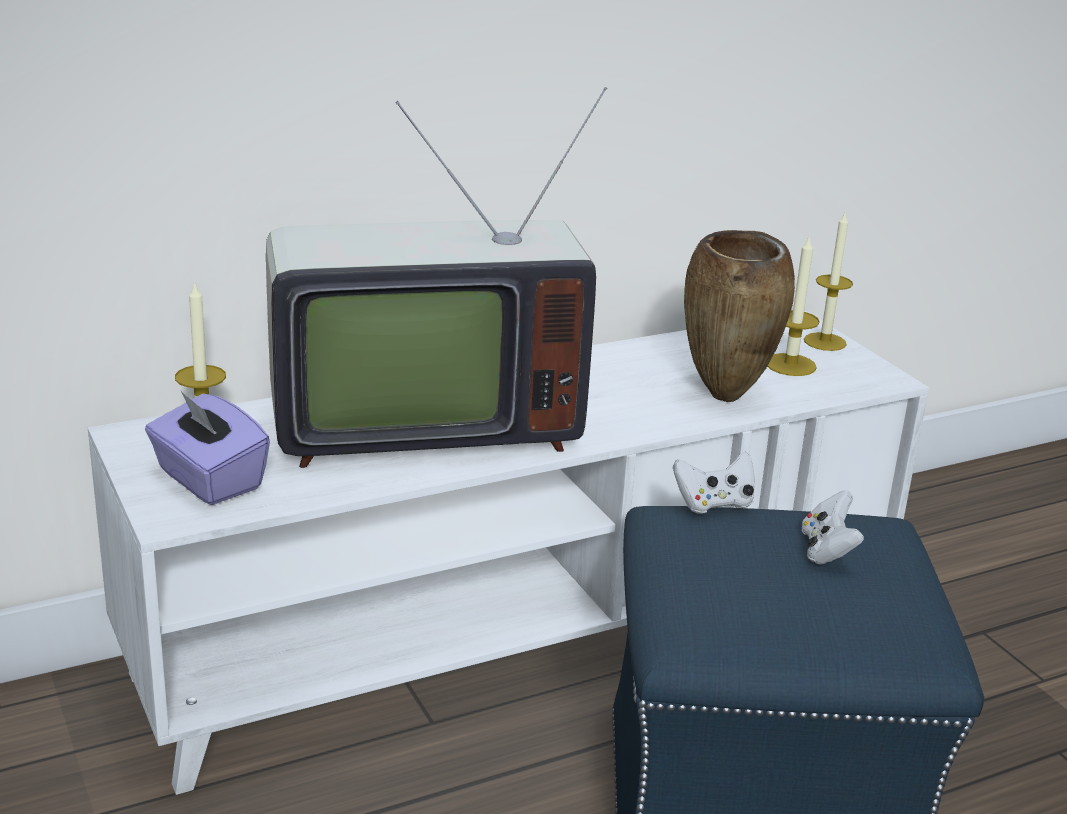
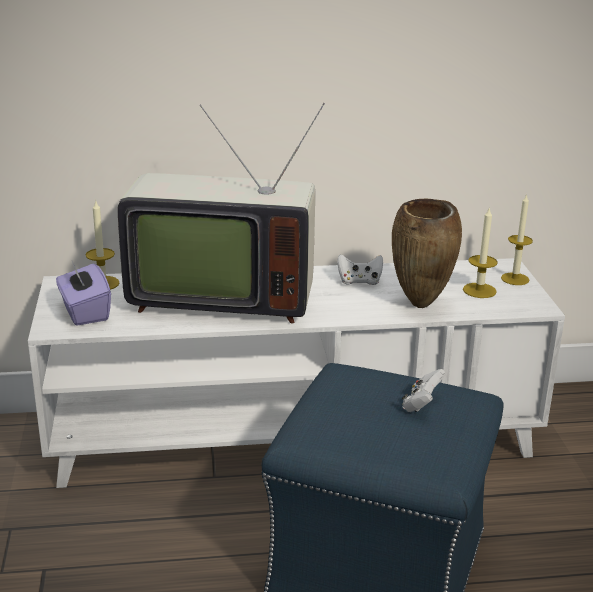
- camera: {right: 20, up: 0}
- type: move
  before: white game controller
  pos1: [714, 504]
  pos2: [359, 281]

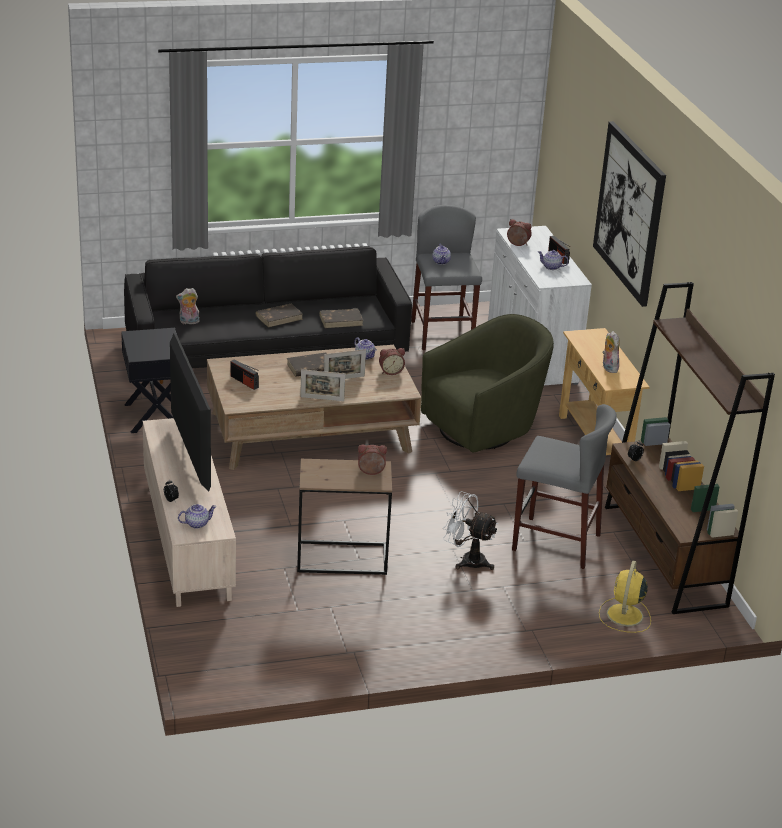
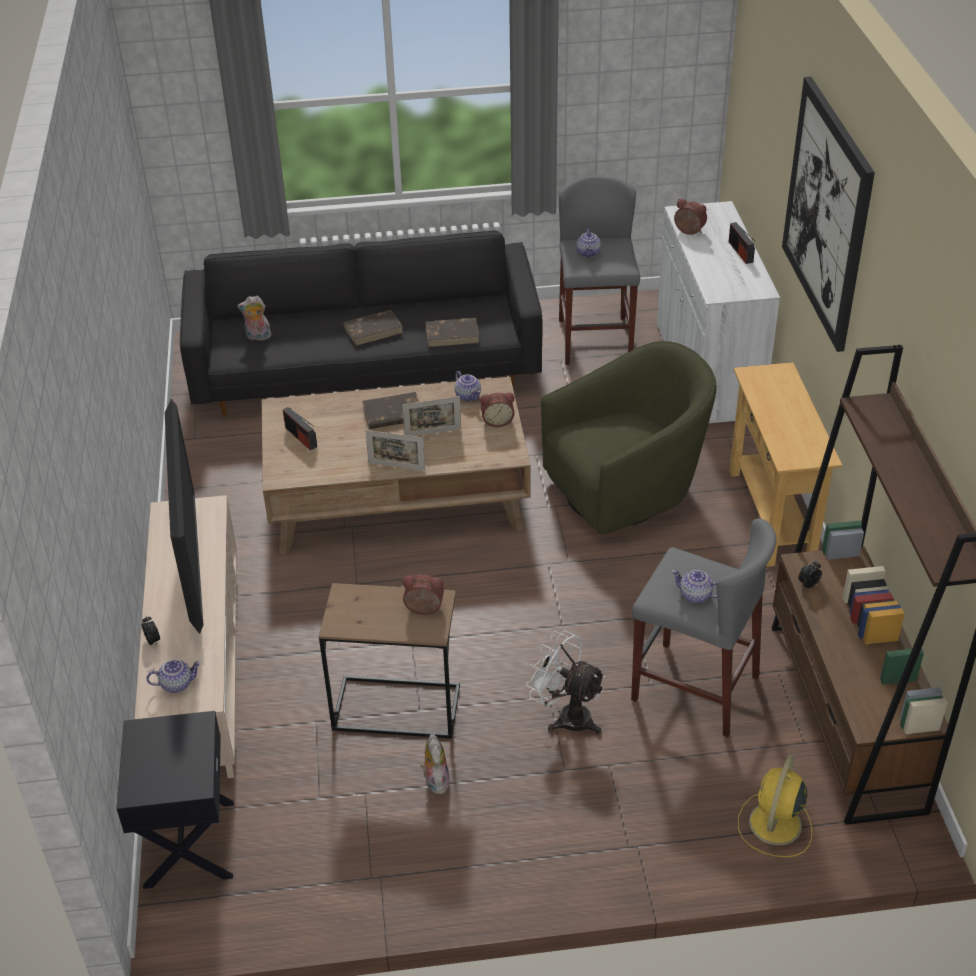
- camera: {right: 10, up: 10}
- type: move
  before: teapot
  pos1: [552, 267]
  pos2: [695, 595]
- type: move
  before: black nightstand
  pos1: [153, 416]
  pos2: [187, 844]
- type: move
  before: plush toy
  pos1: [608, 368]
  pos2: [435, 780]

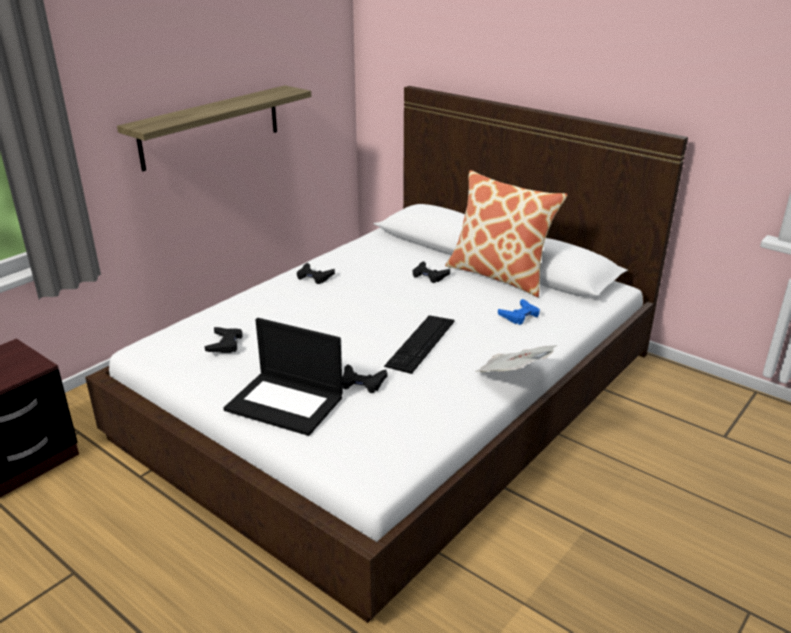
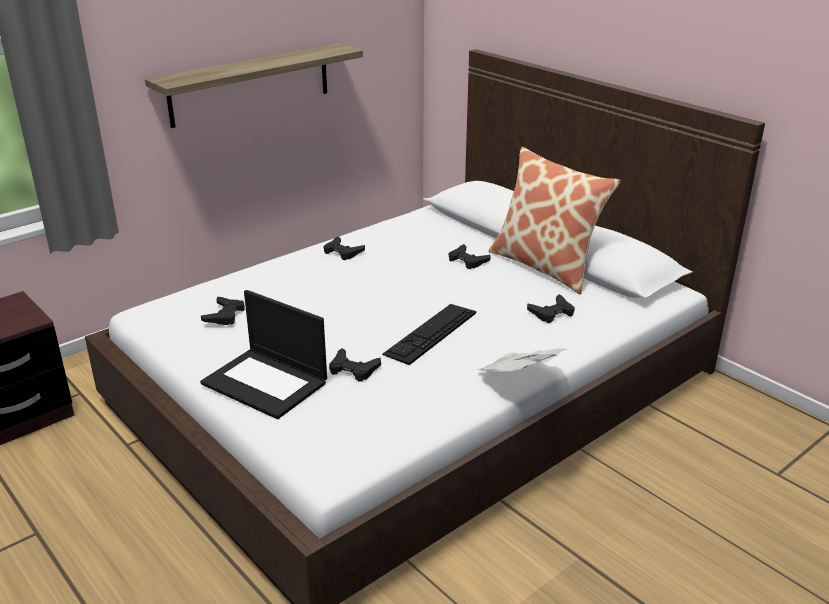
- camera: {right: 10, up: 0}
- type: recolor
  before: blue game controller
  after: black game controller
  pos1: [519, 315]
  pos2: [552, 313]

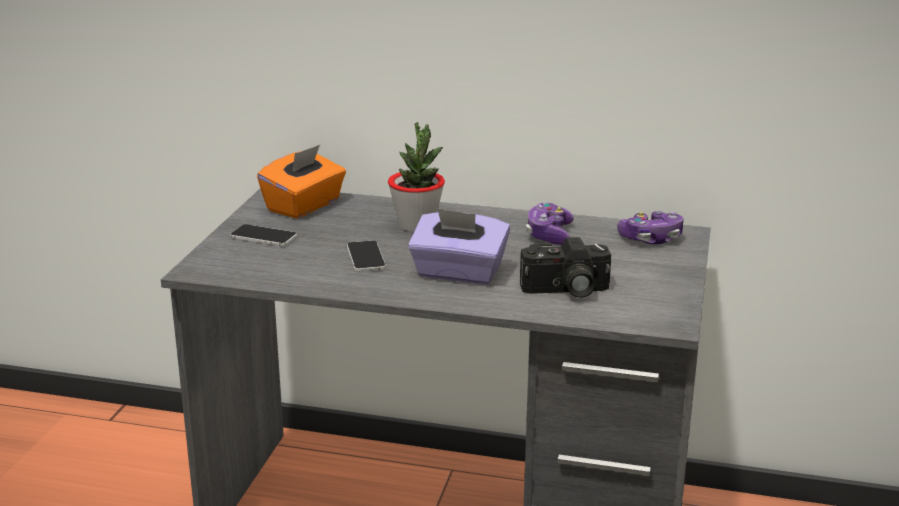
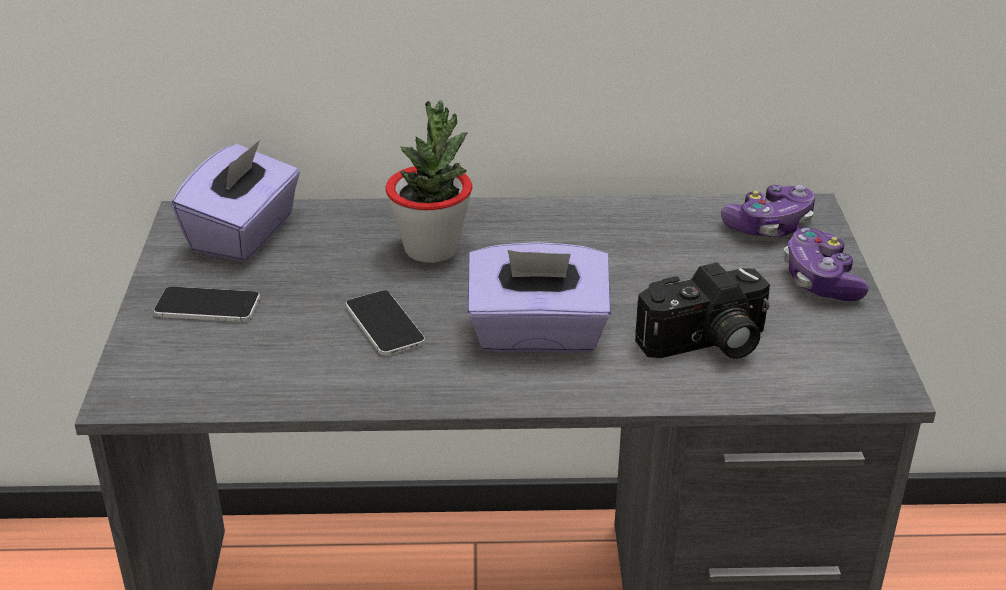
- camera: {right: -15, up: 10}
- type: recolor
  before: orange tissue box
  after: purple tissue box
  pos1: [304, 206]
  pos2: [244, 234]
- type: move
  before: game controller
  pos1: [549, 235]
  pos2: [820, 280]

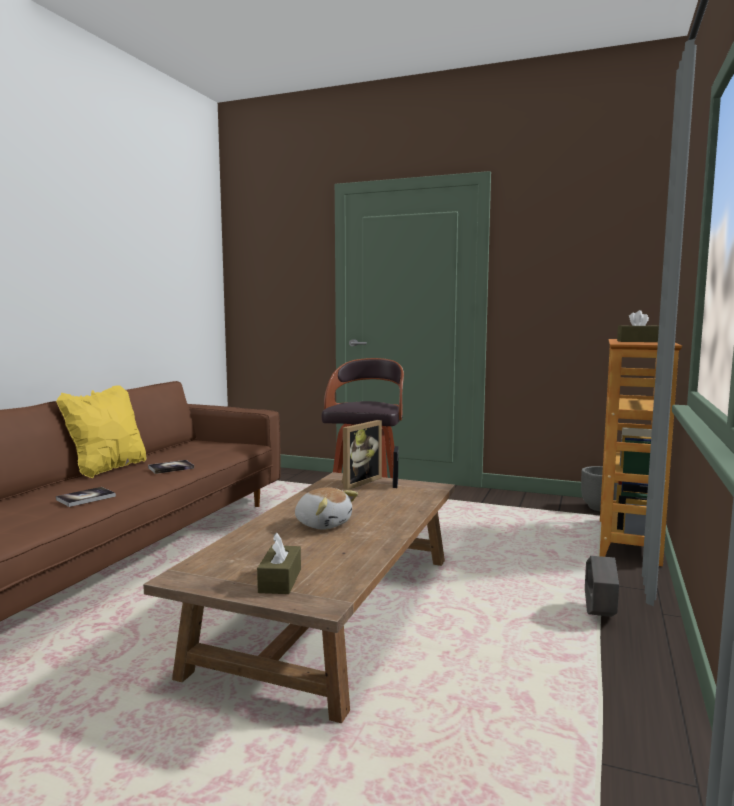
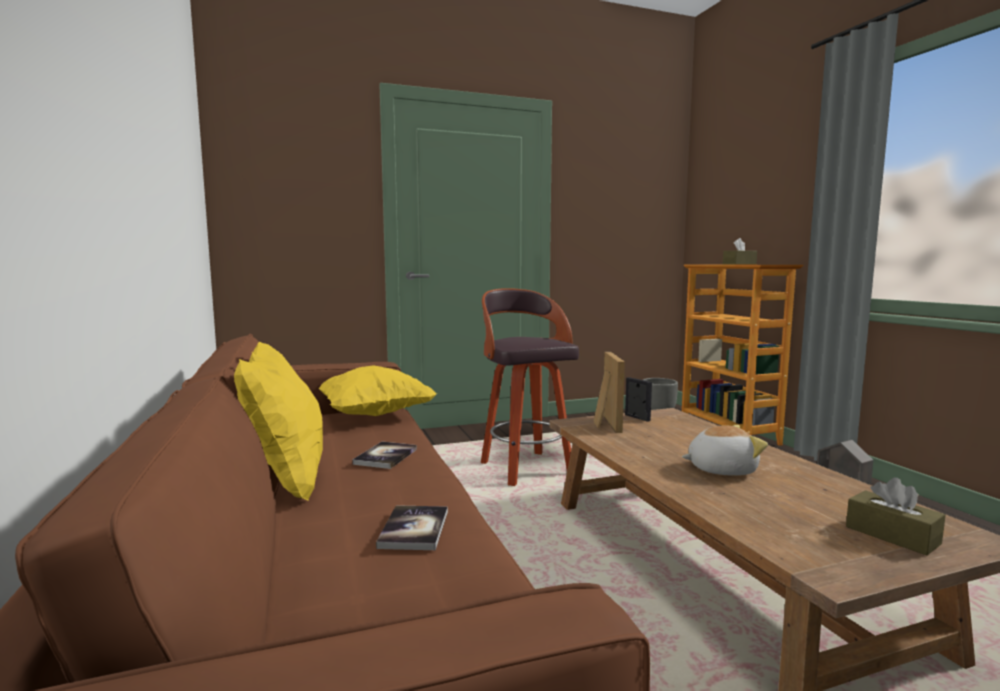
- camera: {right: -40, up: 0}
- type: insert
  after: yellow pillow
  pos2: [375, 415]

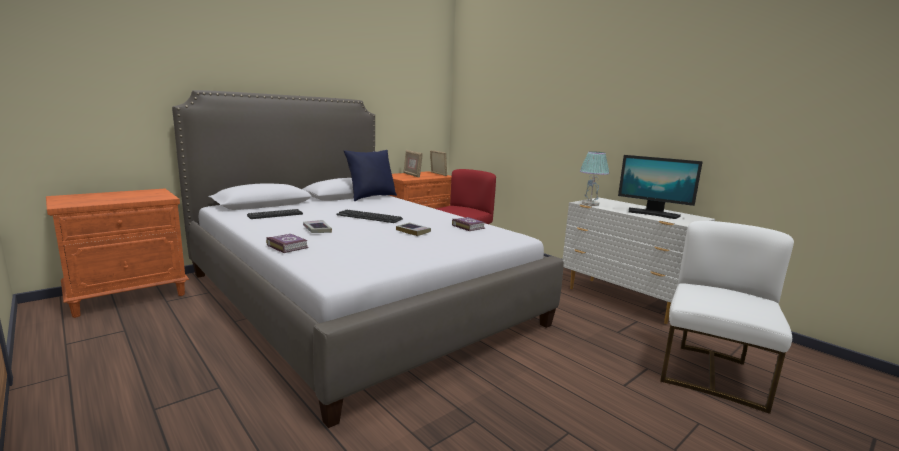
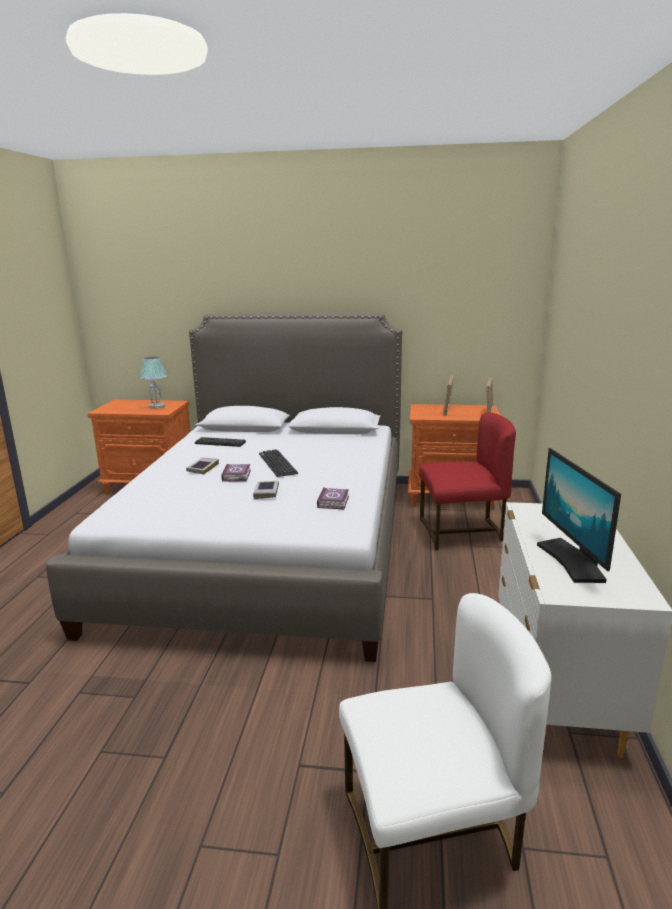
- camera: {right: 50, up: 5}
- type: delete
  before: blue pillow
  pos1: [371, 197]
- type: move
  before: table lamp
  pos1: [590, 204]
  pos2: [157, 406]
- type: move
  before: book
  pos1: [287, 246]
  pos2: [237, 475]

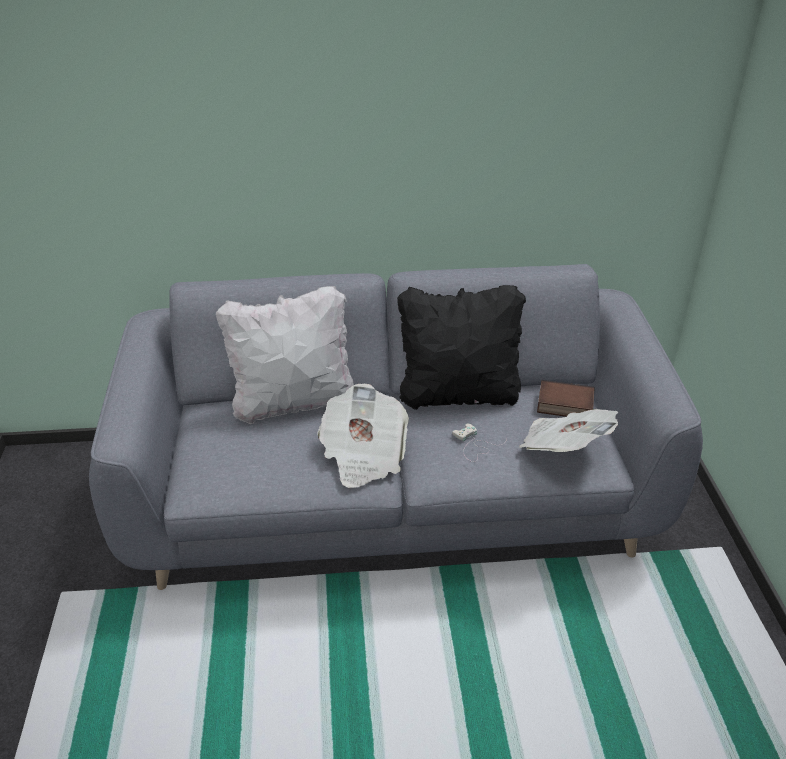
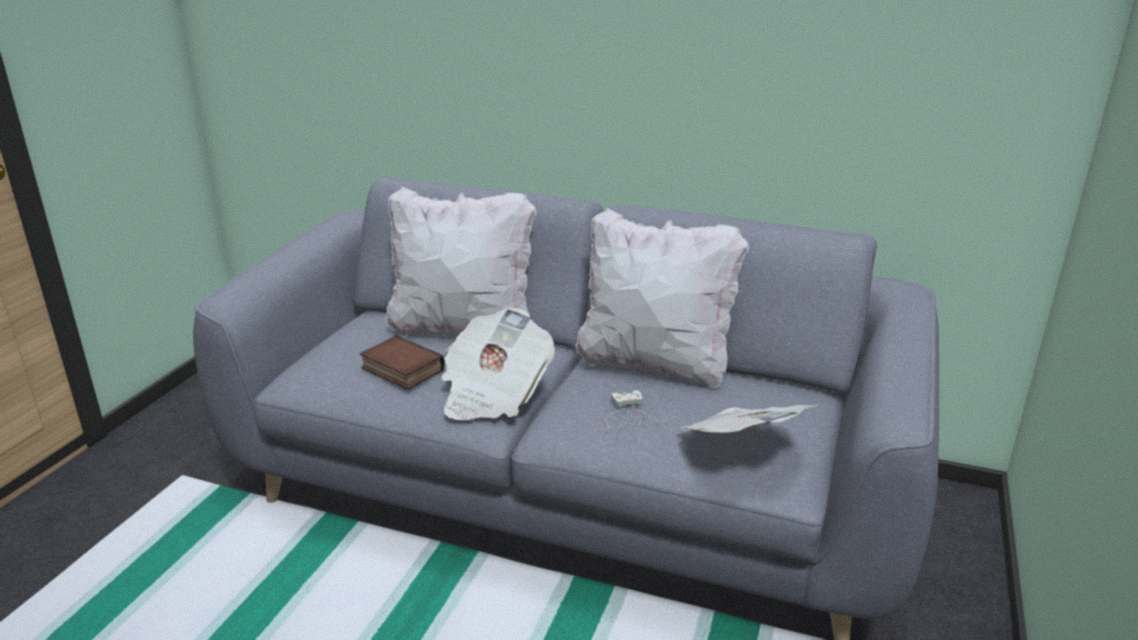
- camera: {right: 25, up: -10}
- type: recolor
  before: black pillow
  after: white pillow
  pos1: [458, 395]
  pos2: [654, 365]
- type: move
  before: book
  pos1: [564, 405]
  pos2: [400, 369]

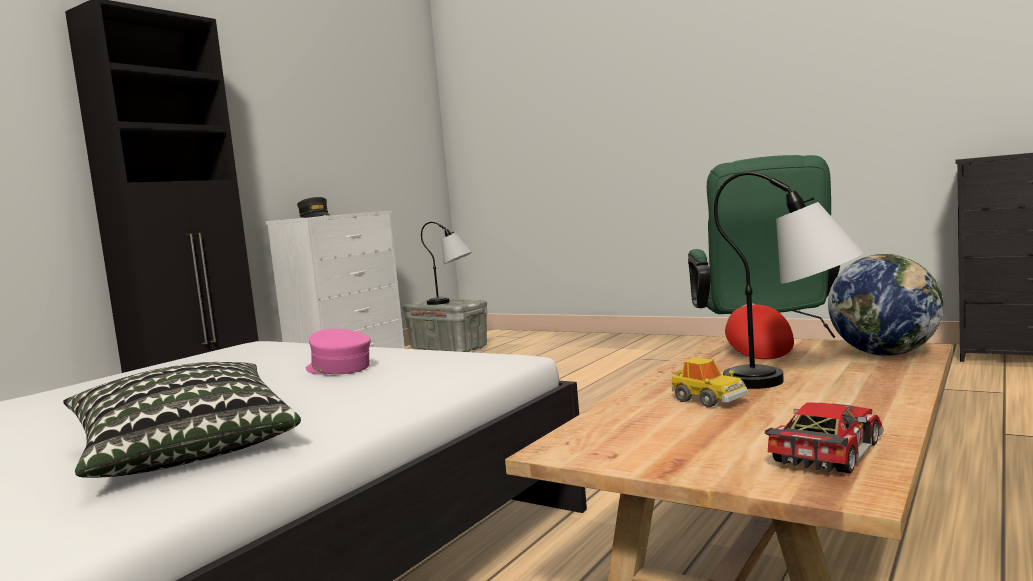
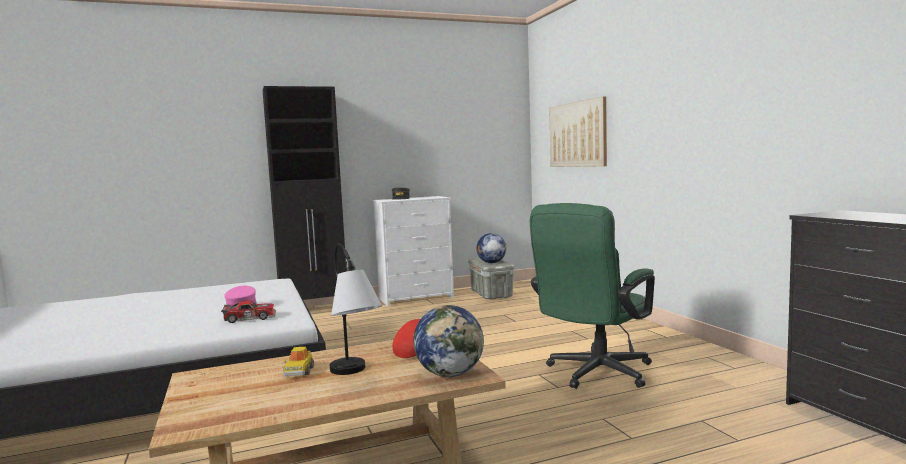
- camera: {right: 35, up: 0}
- type: replace
  before: table lamp
  after: globe
  pos1: [452, 302]
  pos2: [491, 262]
- type: delete
  before: pillow
  pos1: [186, 450]
- type: move
  before: toy car
  pos1: [823, 451]
  pos2: [250, 317]
- type: insert
  after: picture
  pos2: [577, 134]

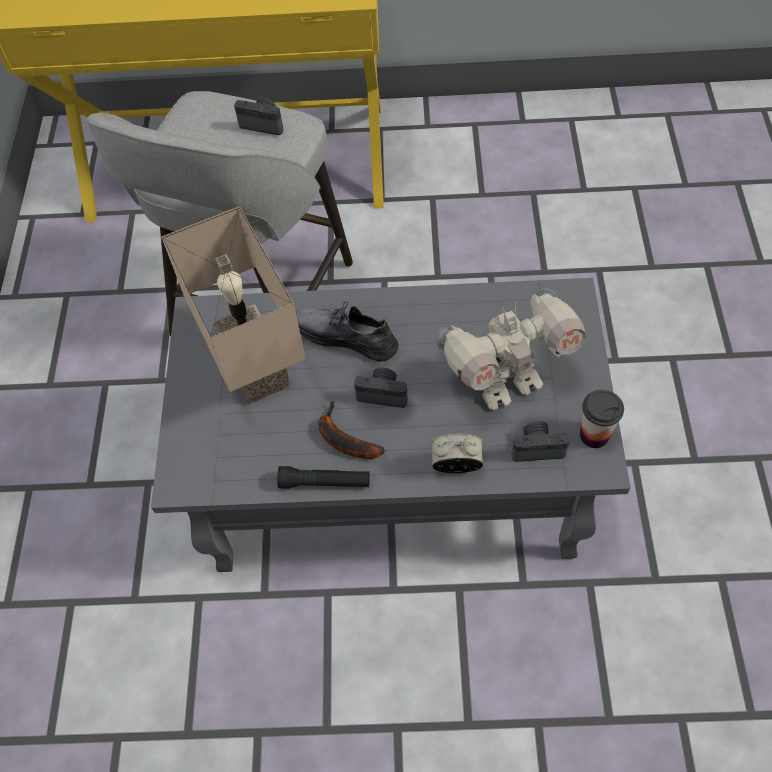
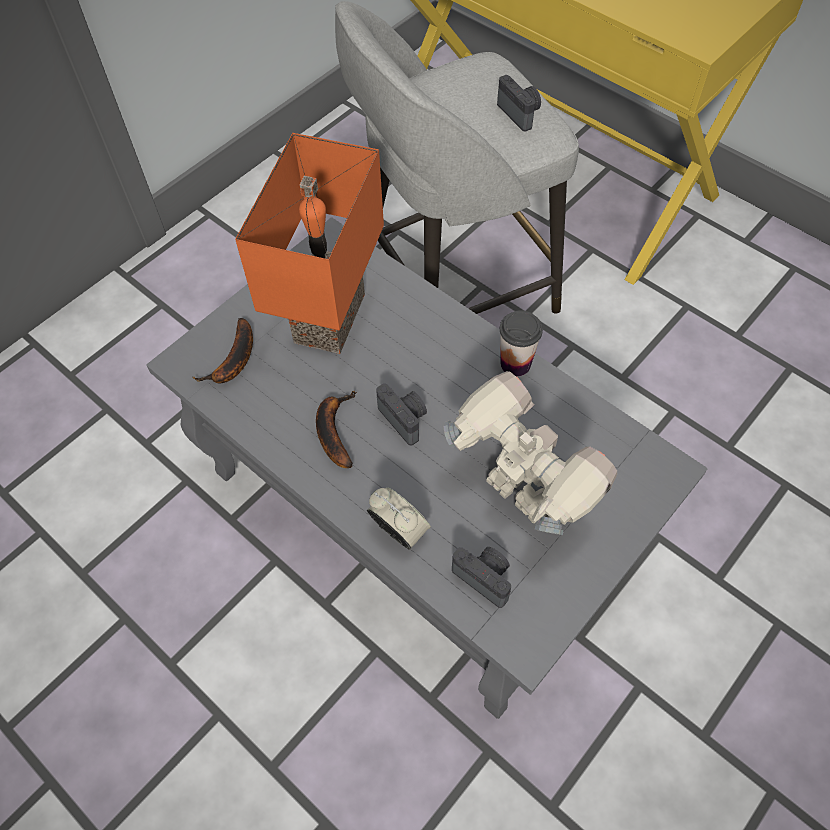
- camera: {right: 40, up: 0}
- type: recolor
  before: beige table lamp
  after: orange table lamp
  pos1: [251, 368]
  pos2: [326, 316]
- type: rotate
  before: toy robot
  pos1: [505, 383]
  pos2: [519, 496]
  turn: -150
- type: delete
  before: grey shoe
  pos1: [346, 337]
- type: move
  before: cup
  pos1: [594, 435]
  pos2: [515, 363]
- type: delete
  before: black flashlight
  pos1: [325, 483]
- type: insert
  after: banana
  pos2: [233, 361]

